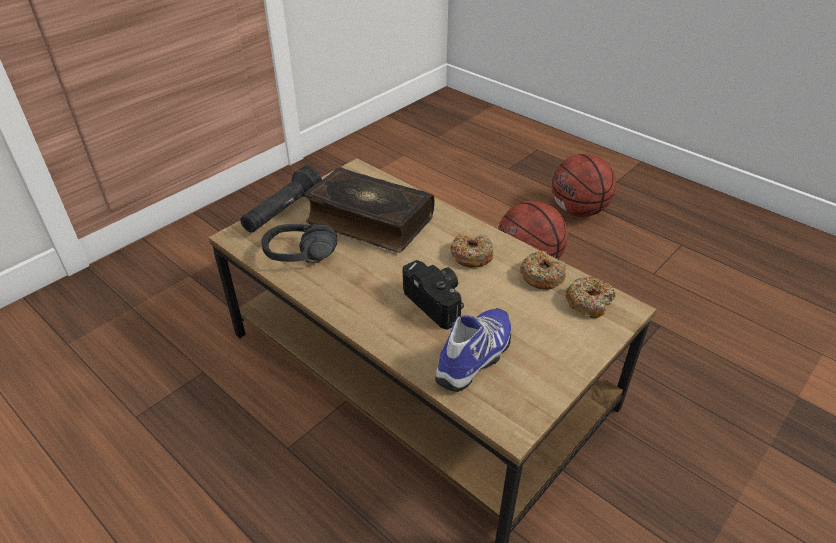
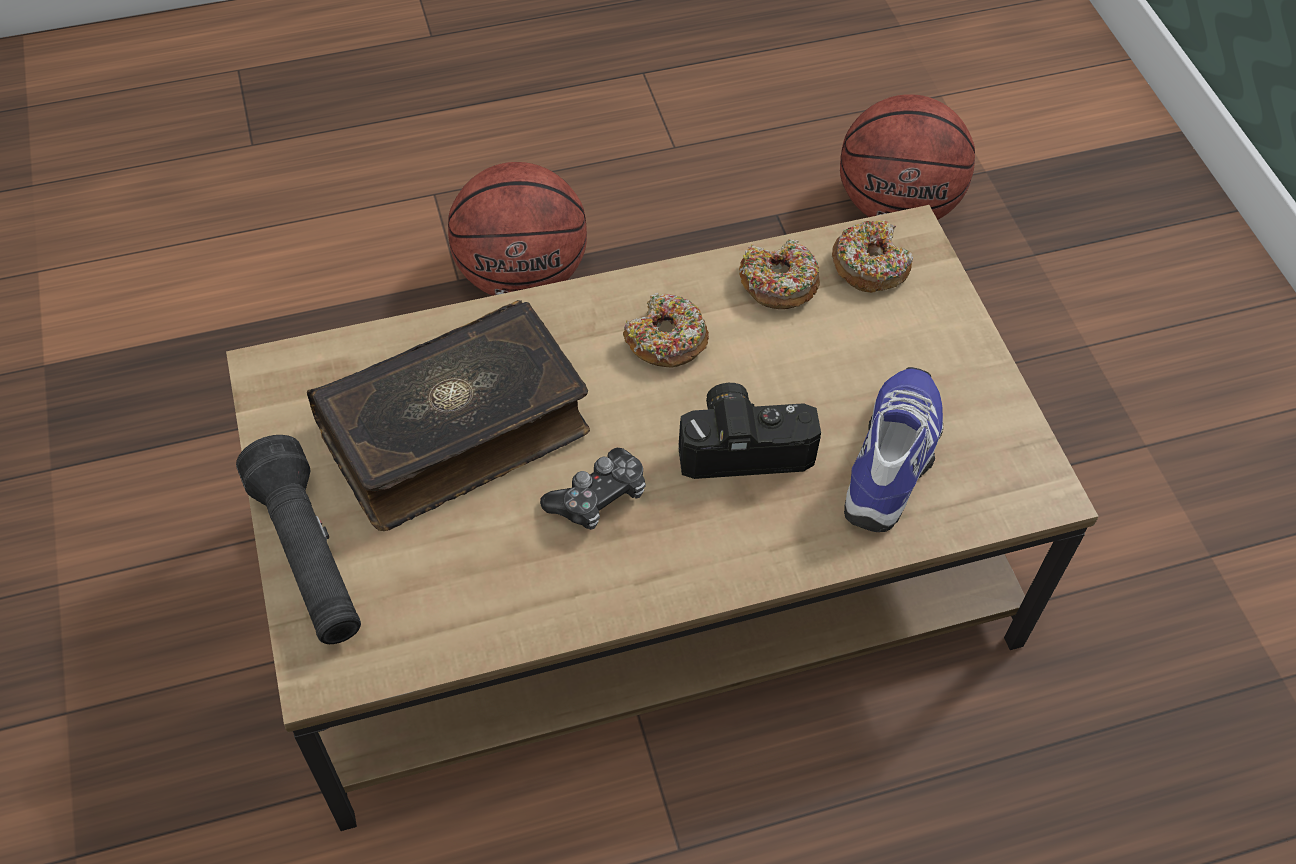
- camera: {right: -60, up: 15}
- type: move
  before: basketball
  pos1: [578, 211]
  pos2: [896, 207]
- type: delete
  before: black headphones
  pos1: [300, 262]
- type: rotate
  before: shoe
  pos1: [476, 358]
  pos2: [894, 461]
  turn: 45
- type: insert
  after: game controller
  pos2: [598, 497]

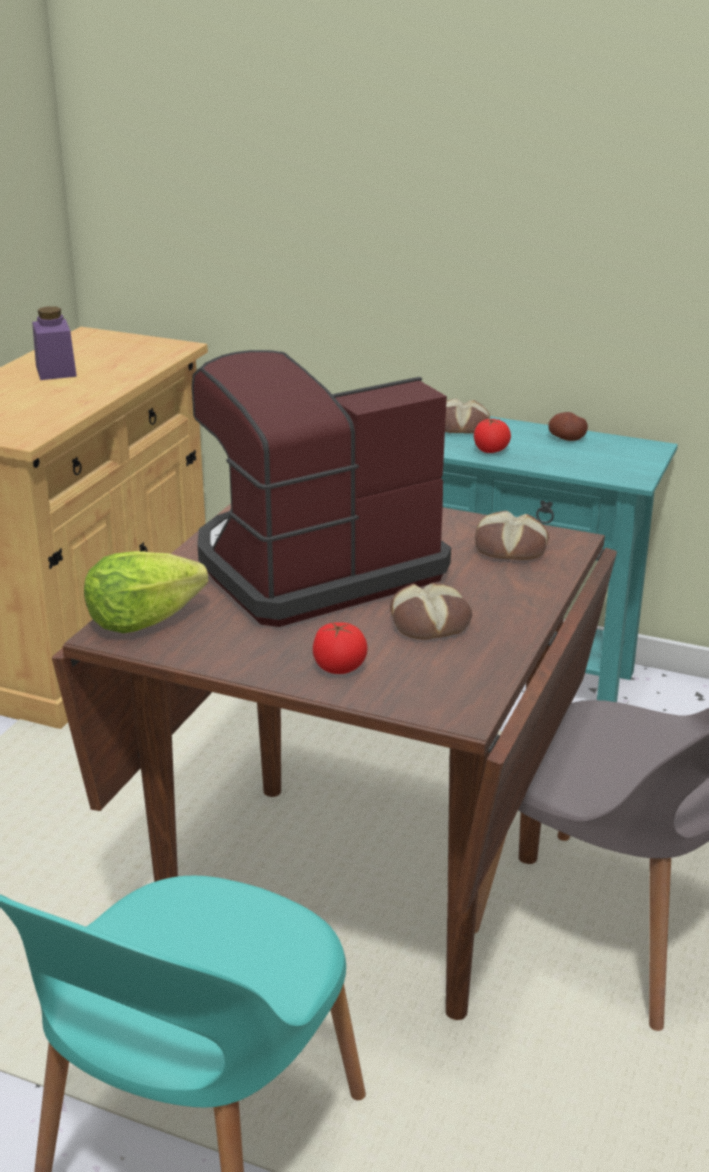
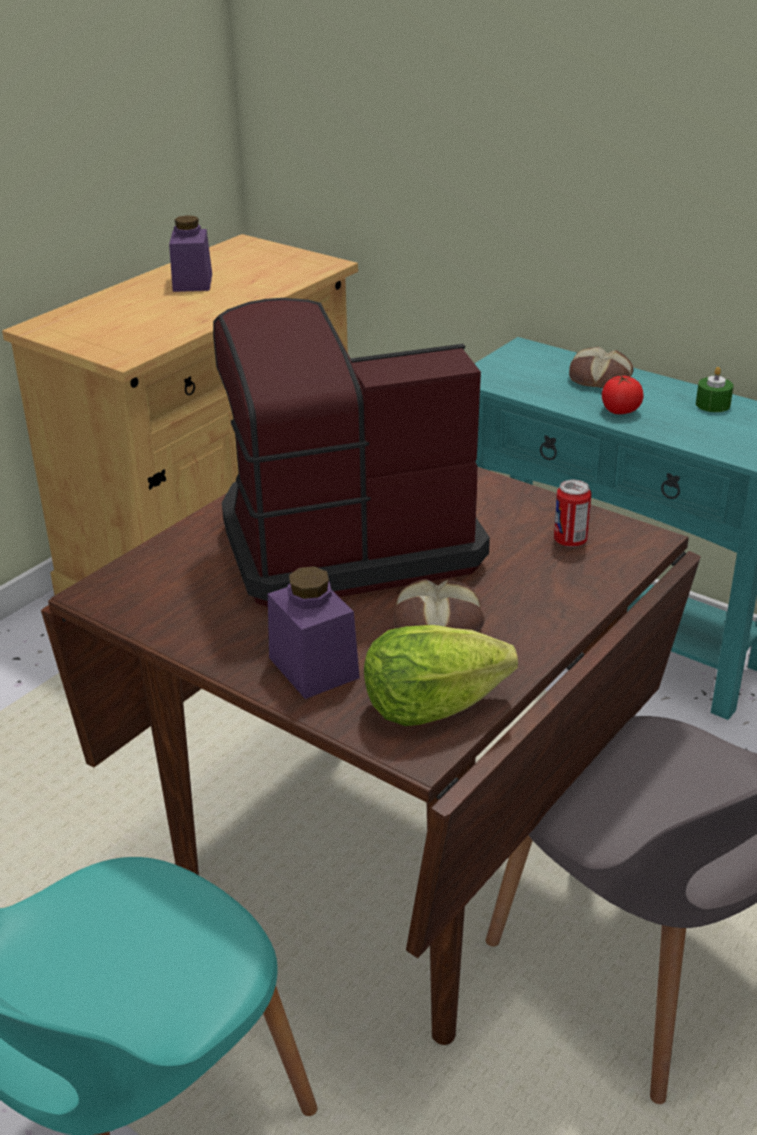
- camera: {right: 15, up: 5}
- type: replace
  before: potato
  after: green candle
  pos1: [566, 438]
  pos2: [713, 404]
- type: replace
  before: bread
  after: can
  pos1: [509, 548]
  pos2: [570, 541]
- type: move
  before: lettuce
  pos1: [142, 621]
  pos2: [431, 706]
- type: replace
  before: tomato
  after: purple jar
  pos1: [339, 667]
  pos2: [313, 668]

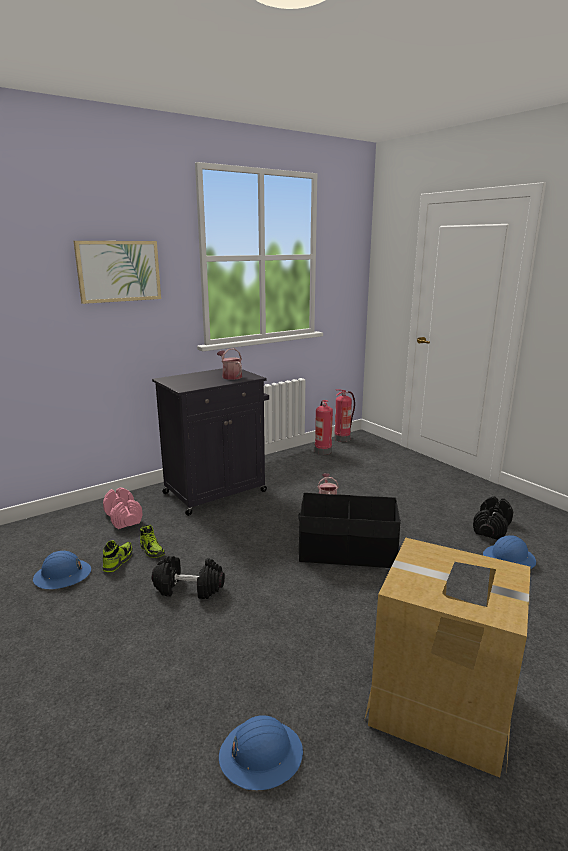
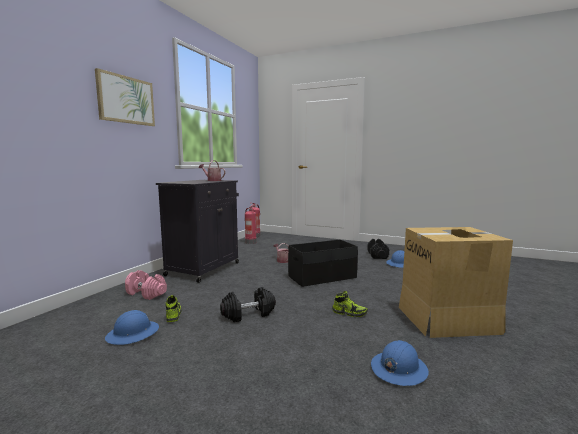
- camera: {right: -30, up: -10}
- type: move
  before: shoe
  pos1: [152, 550]
  pos2: [349, 313]

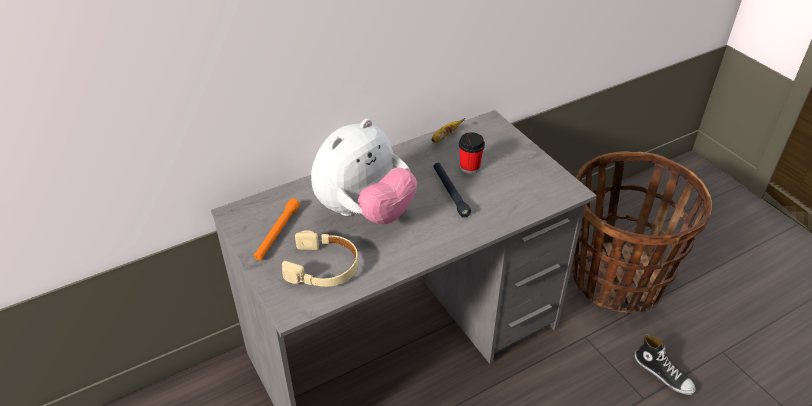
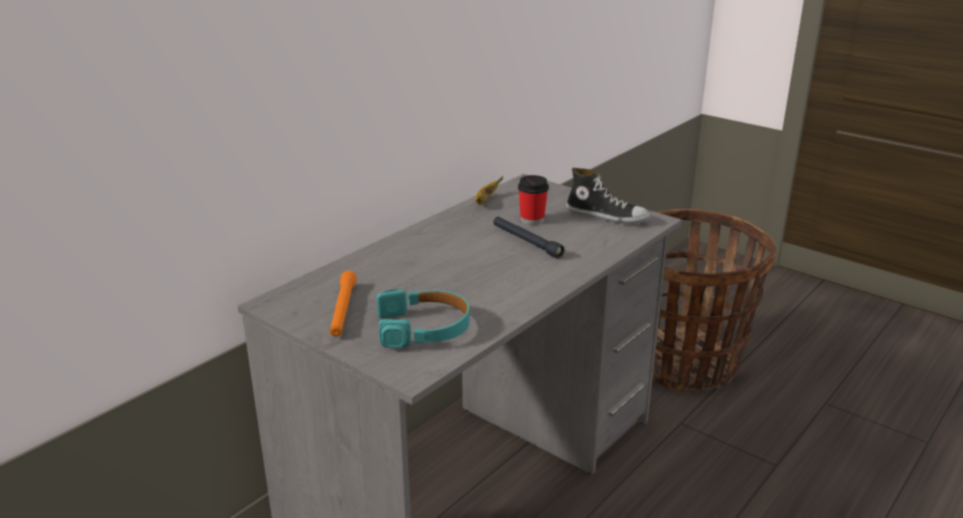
- camera: {right: -20, up: -15}
- type: delete
  before: plush toy
  pos1: [365, 212]
- type: recolor
  before: beige headphones
  after: turquoise headphones
  pos1: [323, 267]
  pos2: [424, 328]
- type: move
  before: shoe
  pos1: [663, 374]
  pos2: [607, 216]

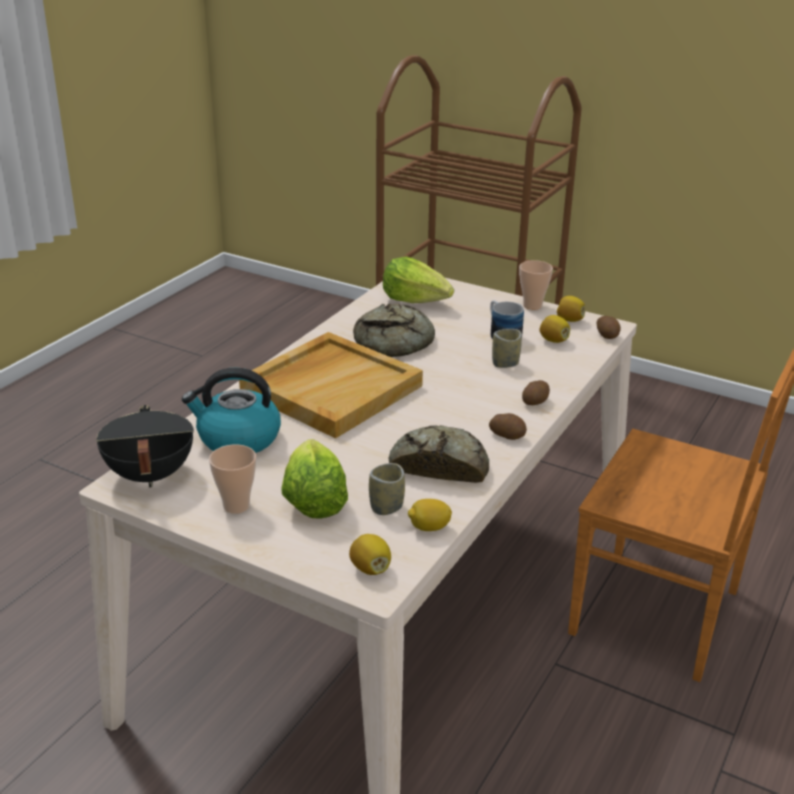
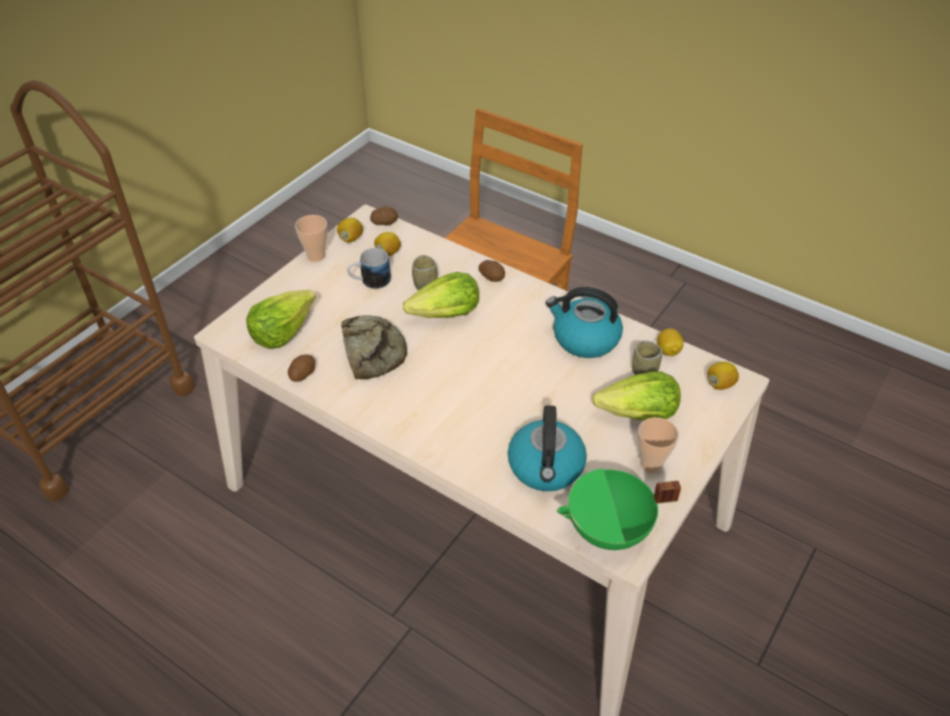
- camera: {right: -85, up: 15}
- type: delete
  before: beige tray
  pos1: [331, 388]
- type: recolor
  before: black cooking pot
  after: green cooking pot
  pos1: [148, 475]
  pos2: [609, 532]
- type: move
  before: potato
  pos1: [507, 435]
  pos2: [302, 374]
- type: replace
  before: bread
  after: kettle
  pos1: [439, 464]
  pos2: [584, 339]
- type: insert
  after: lettuce
  pos2: [446, 314]

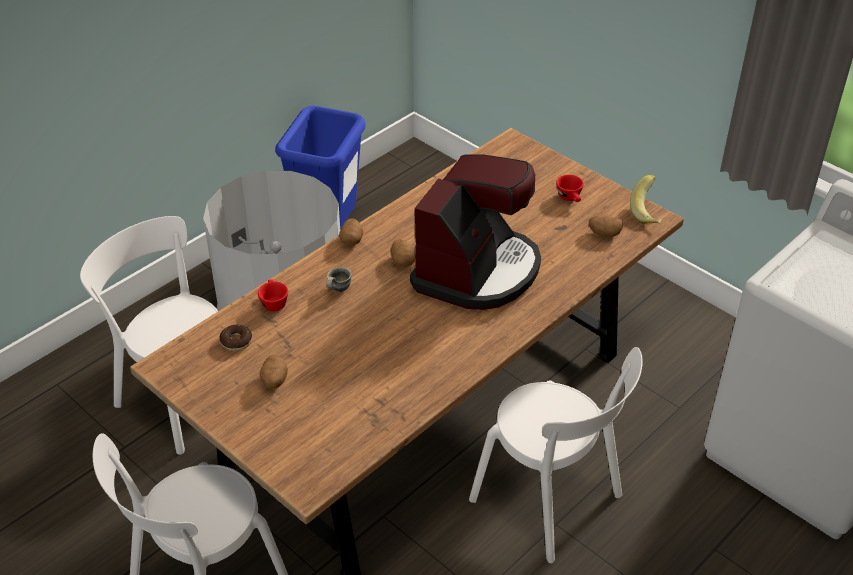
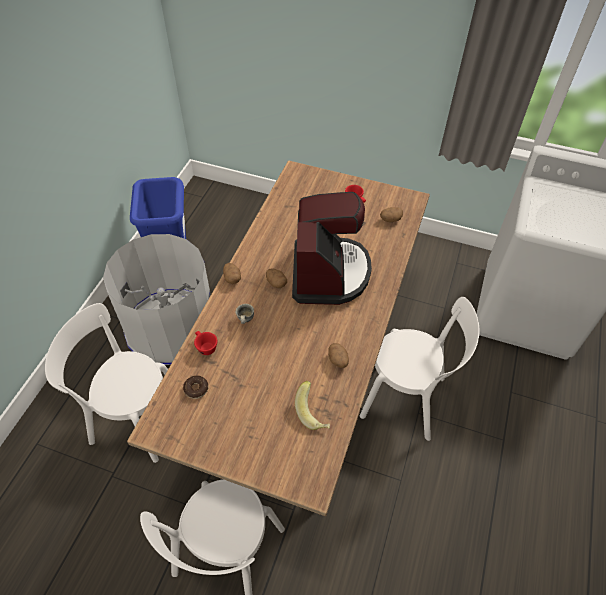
- camera: {right: -25, up: 10}
- type: move
  before: banana
  pos1: [648, 212]
  pos2: [313, 412]
- type: move
  before: potato
  pos1: [274, 381]
  pos2: [338, 360]

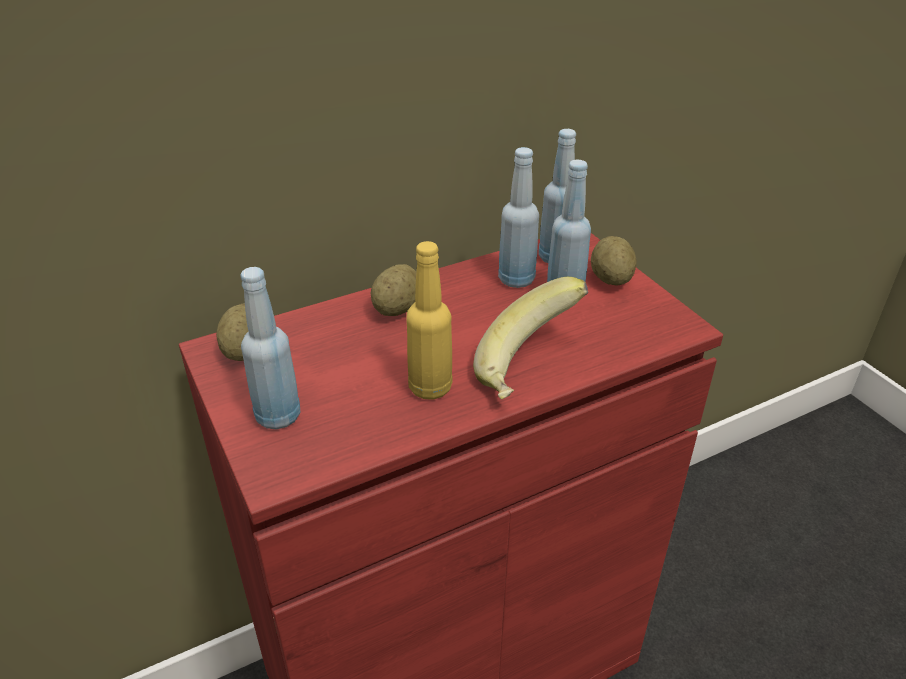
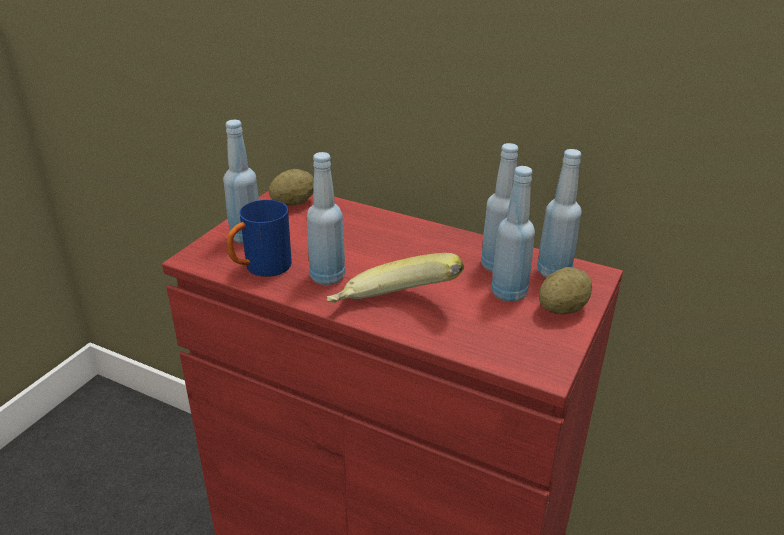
- camera: {right: 55, up: -5}
- type: recolor
  before: yellow bottle
  after: blue bottle
  pos1: [430, 388]
  pos2: [327, 277]
- type: delete
  before: potato
  pos1: [397, 309]
- type: insert
  after: blue mug
  pos2: [261, 269]

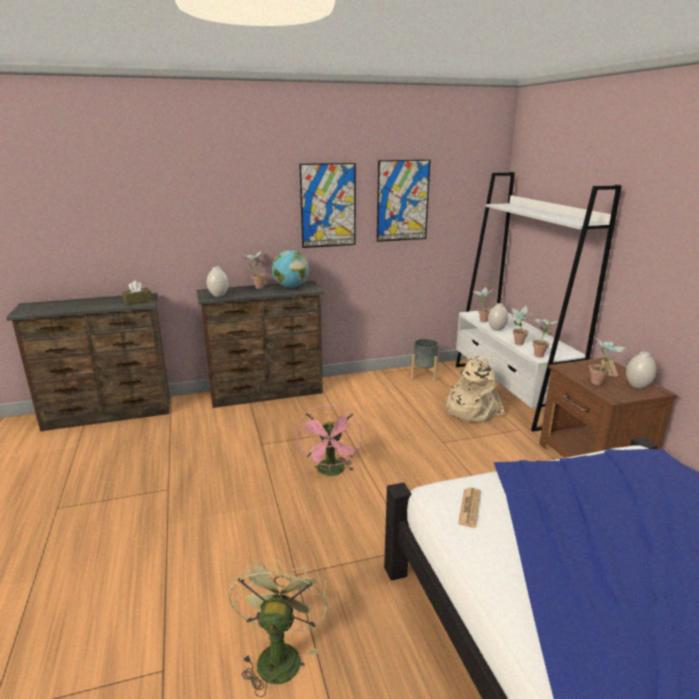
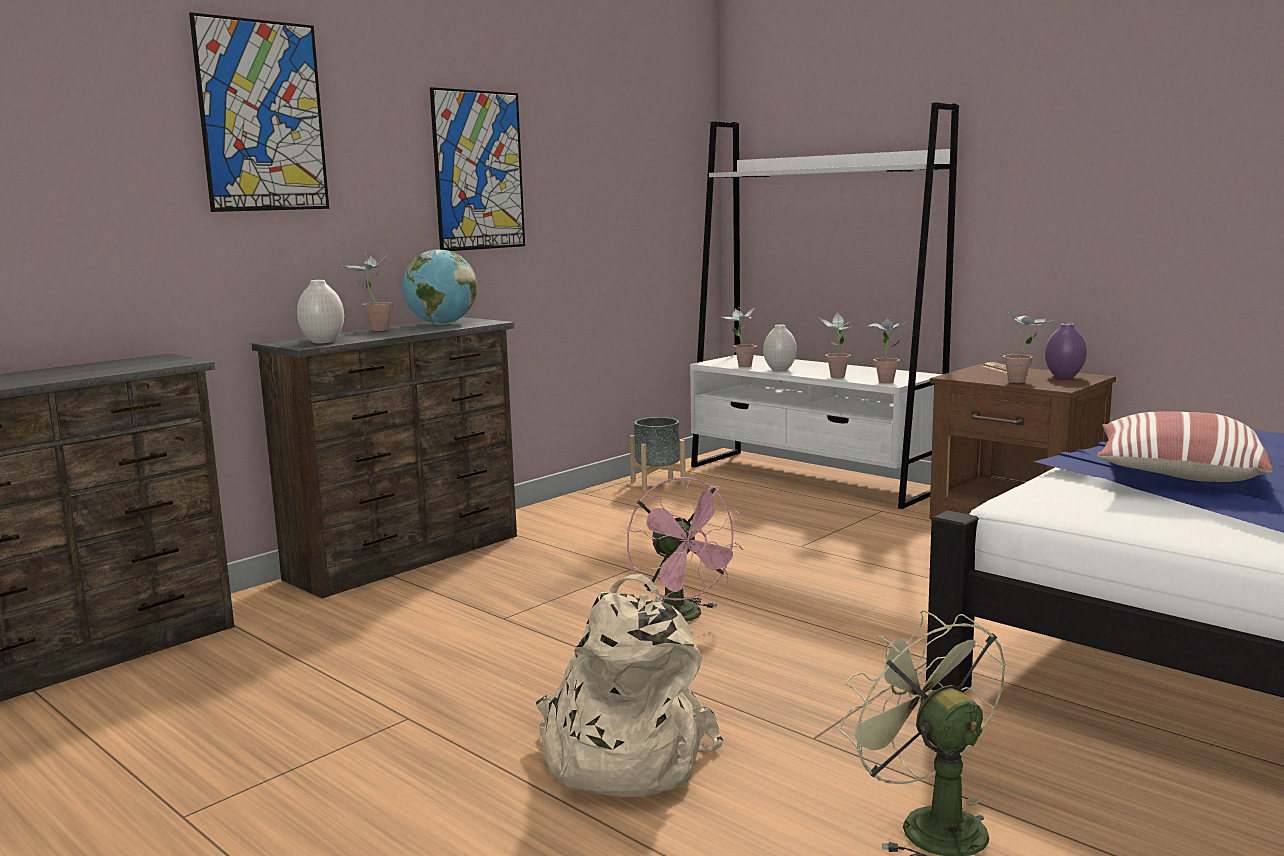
- camera: {right: -30, up: -10}
- type: move
  before: picture
  pos1: [402, 201]
  pos2: [262, 116]
- type: delete
  before: brown tissue box
  pos1: [138, 301]
- type: recolor
  before: white vase
  after: purple vase
  pos1: [637, 386]
  pos2: [1063, 376]
- type: move
  before: beige backpack
  pos1: [470, 410]
  pos2: [621, 757]
- type: delete
  before: newspaper
  pos1: [469, 507]
- type: insert
  after: pillow
  pos2: [1176, 474]

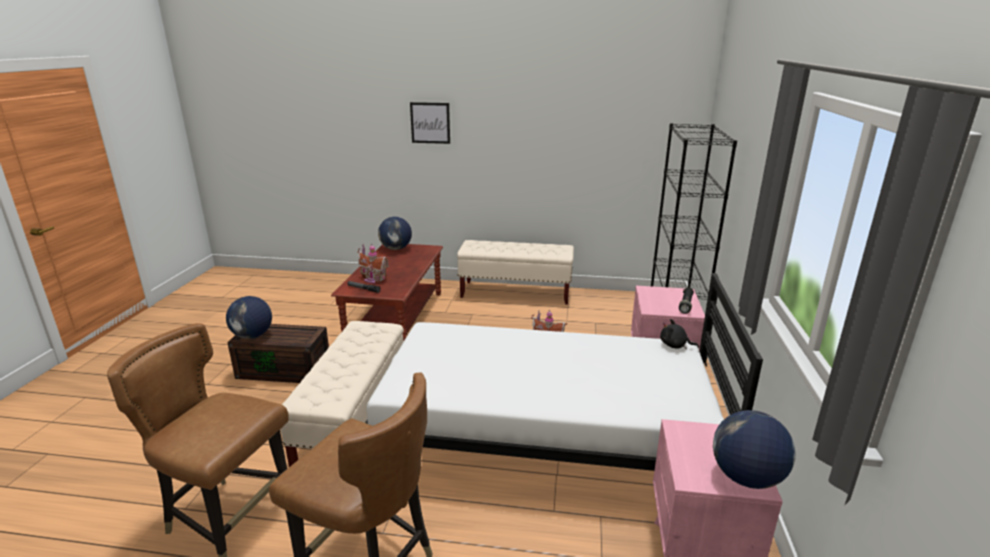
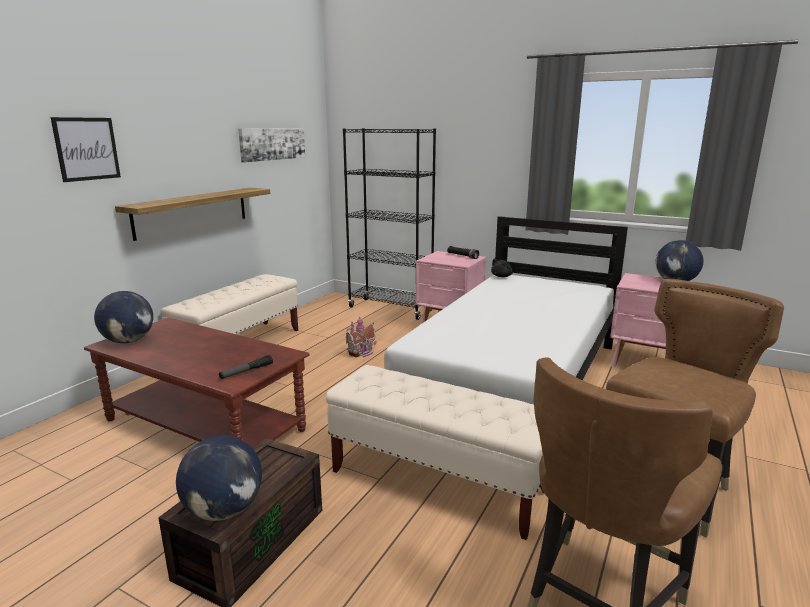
- camera: {right: -70, up: -5}
- type: delete
  before: toy house
  pos1: [373, 279]
- type: insert
  after: picture
  pos2: [272, 144]
- type: insert
  after: shelf
  pos2: [192, 212]

